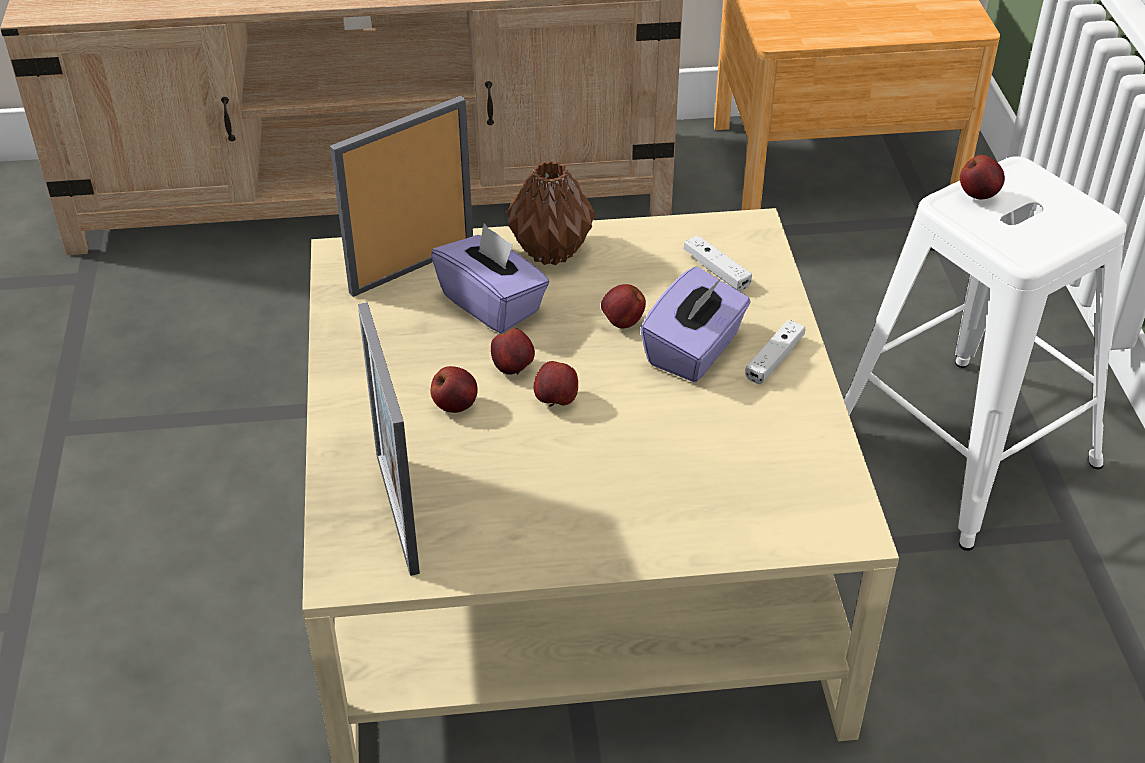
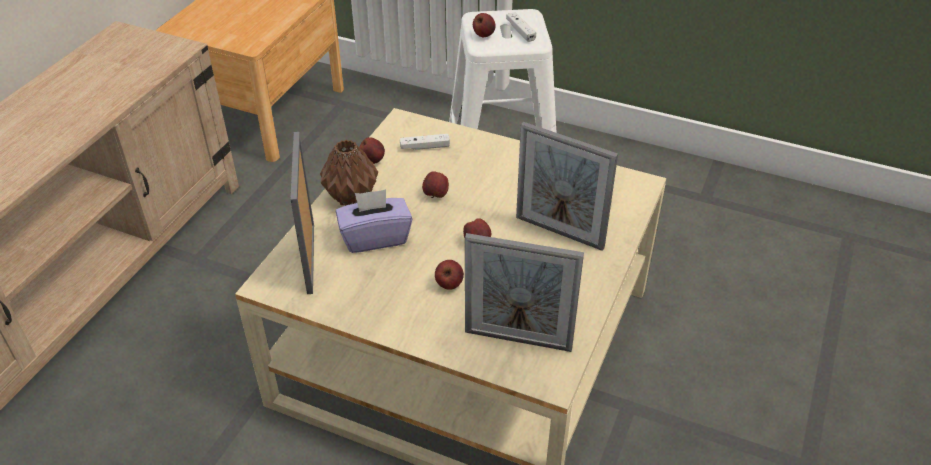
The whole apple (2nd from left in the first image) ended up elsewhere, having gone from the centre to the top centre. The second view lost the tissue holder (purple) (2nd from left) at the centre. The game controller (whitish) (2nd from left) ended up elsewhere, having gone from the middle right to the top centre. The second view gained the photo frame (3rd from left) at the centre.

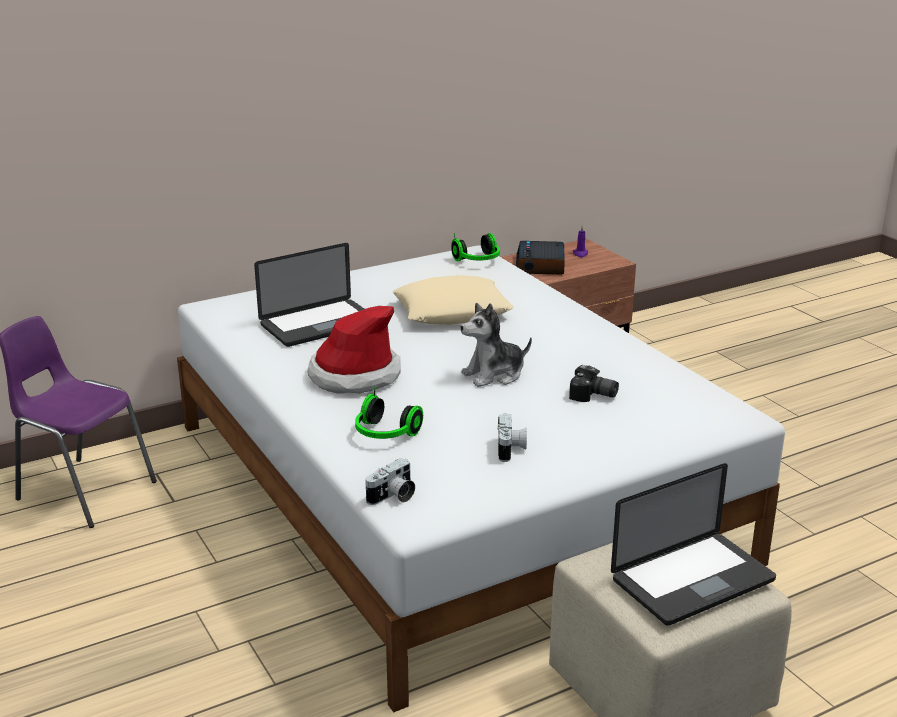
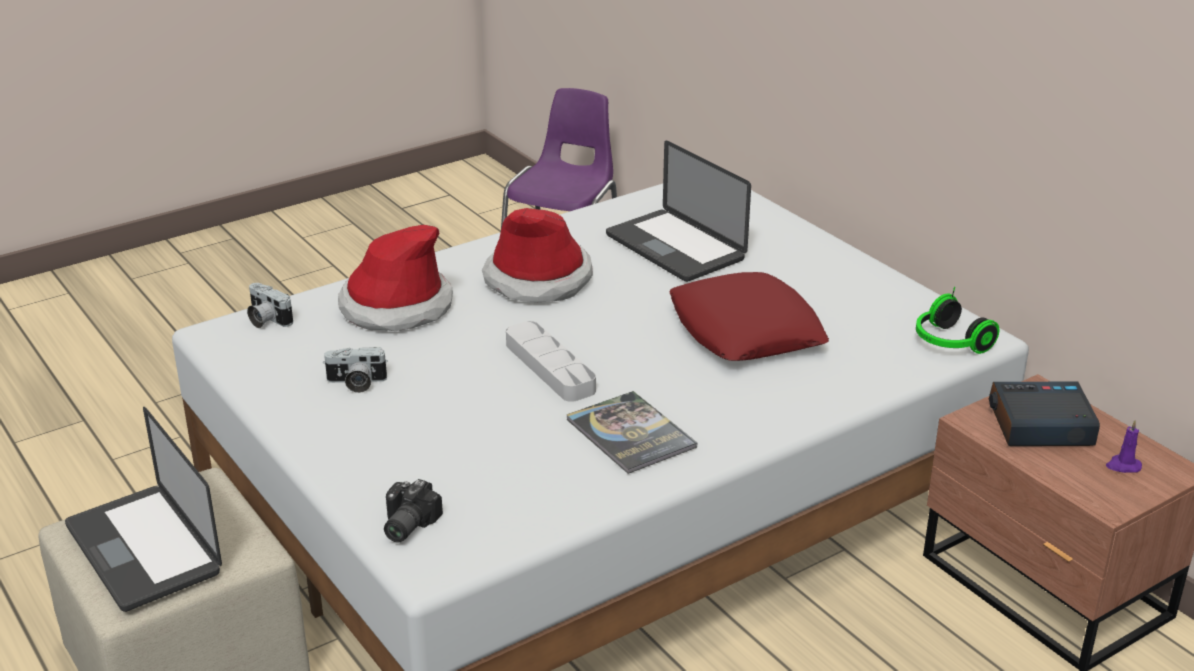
Where the pair of headphones (1st from left) stood at the centre, the hat (1st from left) came to stand at the middle left. What was the pillow (sand-coloured) at the centre turned into the pillow (reddish) at the centre. Where the soft toy stood at the centre, the carrying tray (grey) came to stand at the centre. The still camera (3rd from left) ended up elsewhere, having gone from the centre to the bottom centre. The second view gained the volume at the centre.

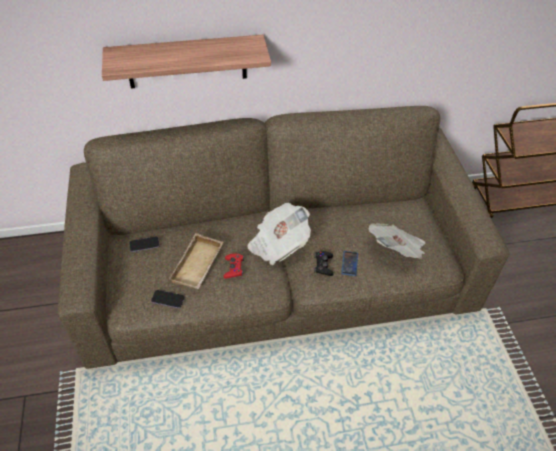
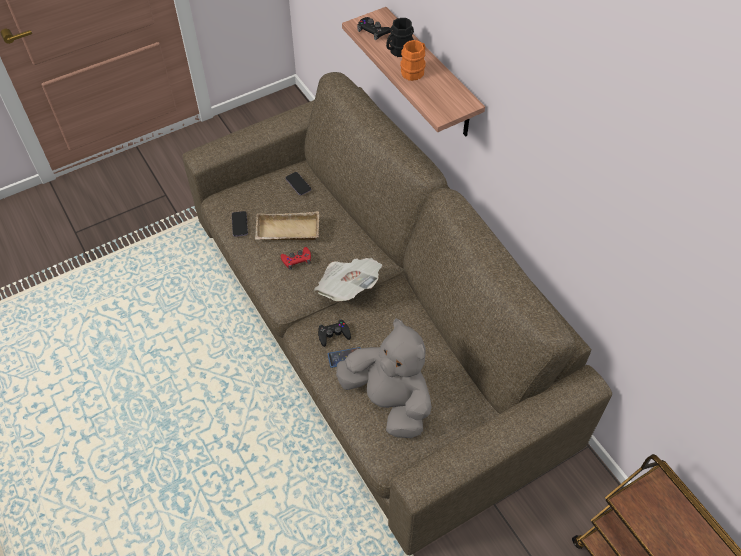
Where the daily paper (2nd from left) stood at the middle right, the soft toy (grey) came to stand at the bottom centre. The second view gained the game controller (blackish) (2nd from left) at the top centre. The second view gained the coffee mug (blackish) at the top centre. The second view gained the coffee mug (orange-coloured) at the top centre.

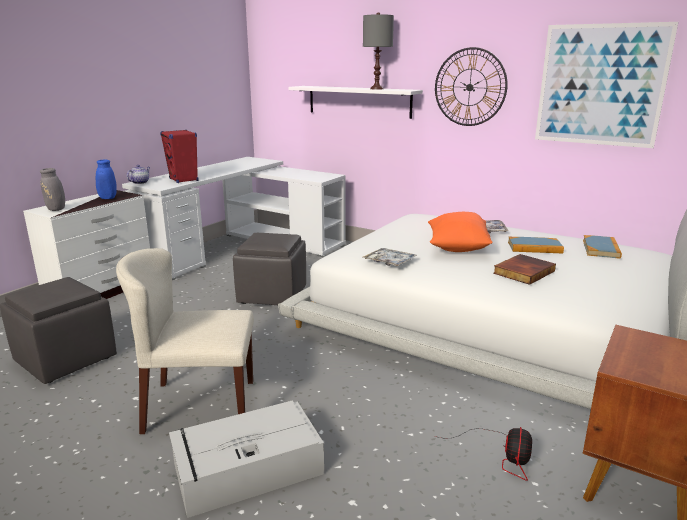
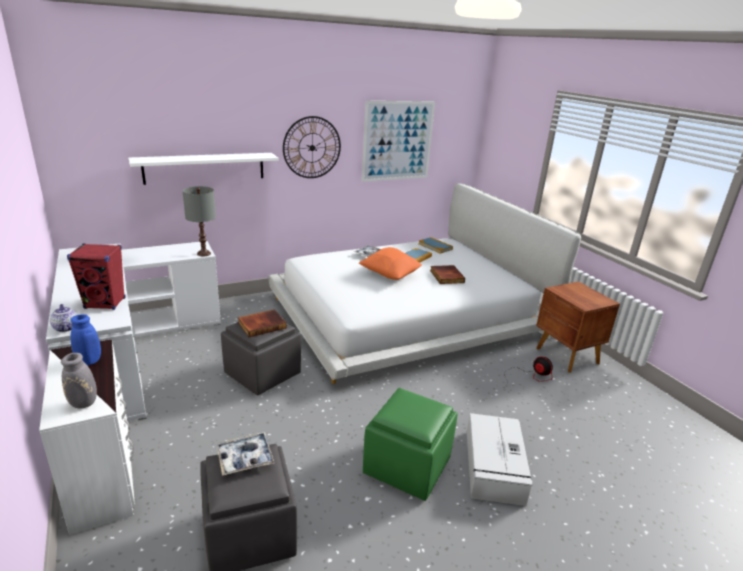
Where the chair (sand-coloured) stood at the middle left, the ottoman (green) came to stand at the bottom centre. The table lamp (grey) ended up elsewhere, having gone from the top centre to the middle left. The carrying tray (1st from left) ended up elsewhere, having gone from the centre to the bottom left. The second view gained the volume (1st from left) at the centre.

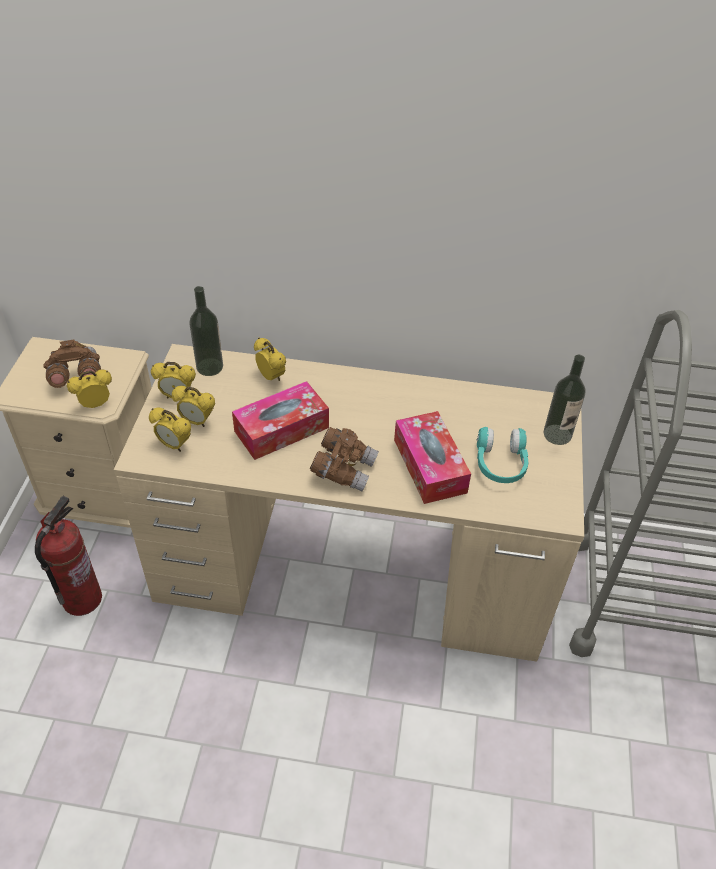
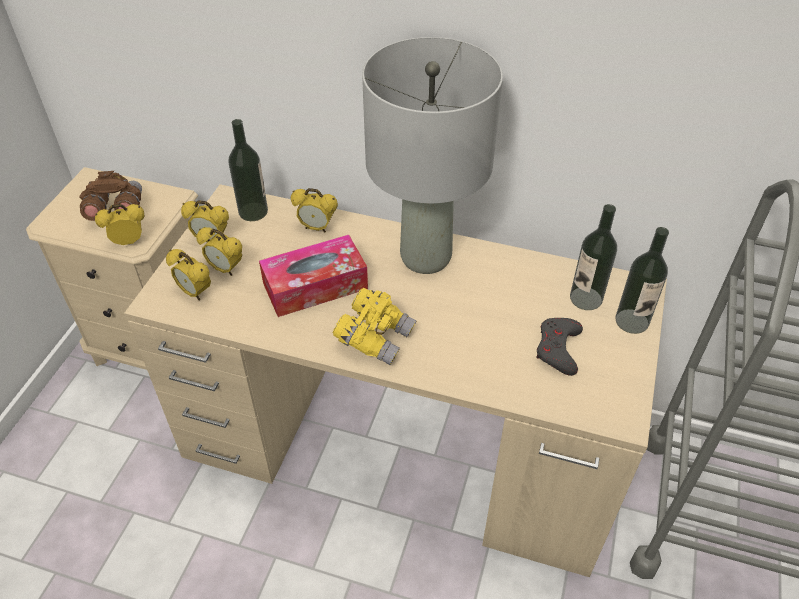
The second view lost the extinguisher at the middle left. The bedside clock (5th from left) at the centre ended up facing another way, 135 degrees clockwise from before. What was the pair of binoculars (brown) (2nd from left) at the centre turned into the pair of binoculars (yellow) at the centre. The second view lost the tissue holder (2nd from left) at the centre. Where the pair of headphones (blue-green) stood at the middle right, the game controller (grey) came to stand at the middle right. The second view gained the table lamp (grey) at the top centre. The second view gained the beverage bottle (2nd from left) at the middle right.

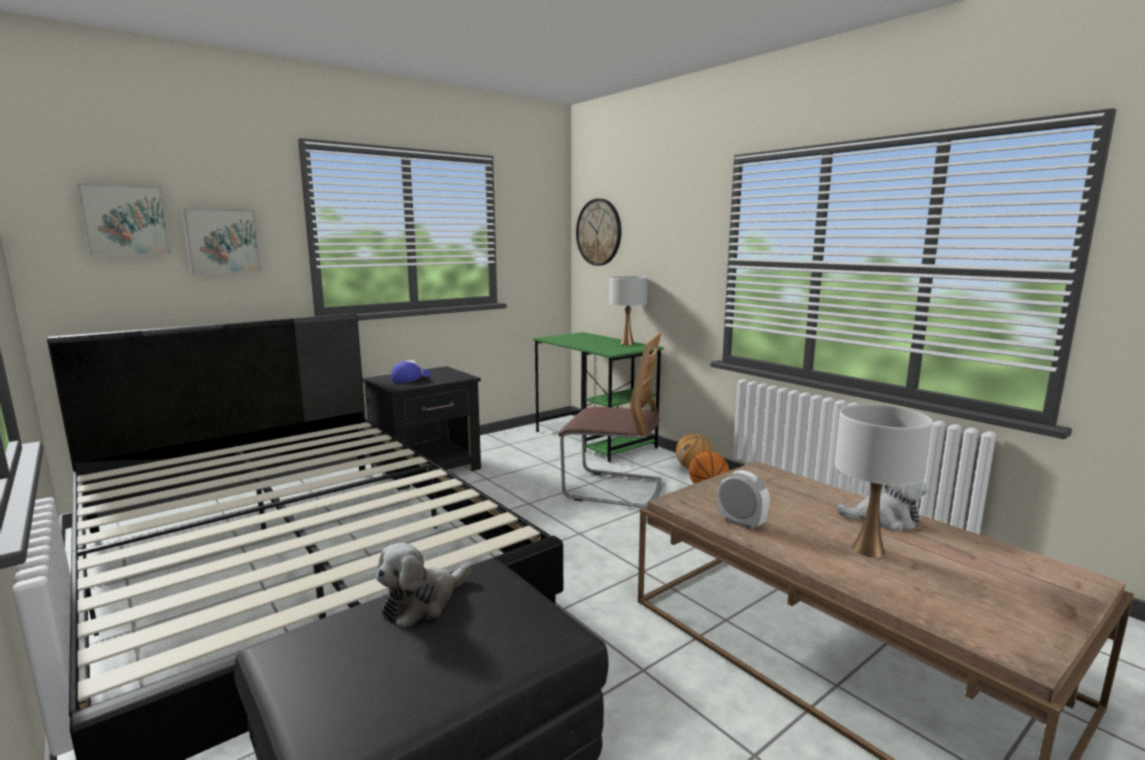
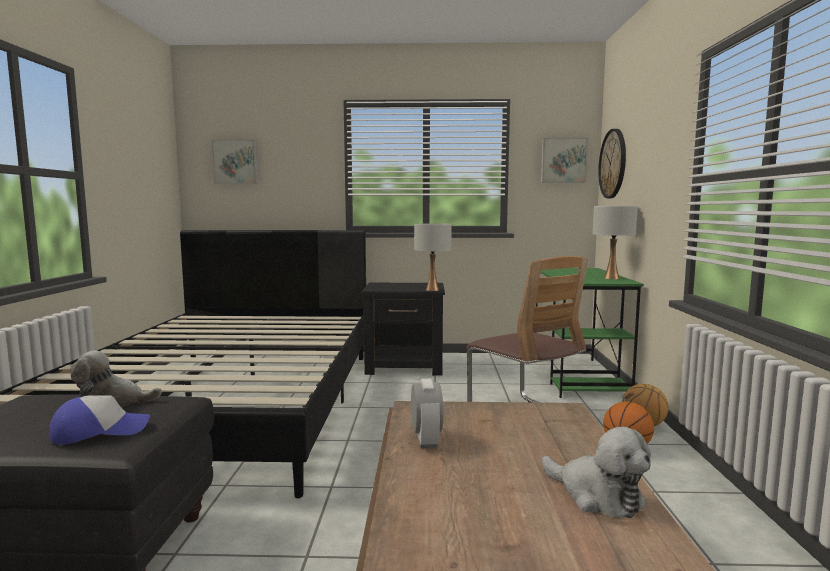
The wall art (2nd from left) ended up elsewhere, having gone from the top left to the top right. The cap ended up elsewhere, having gone from the centre to the bottom left. The table lamp (whitish) (2nd from left in the first image) ended up elsewhere, having gone from the middle right to the centre.

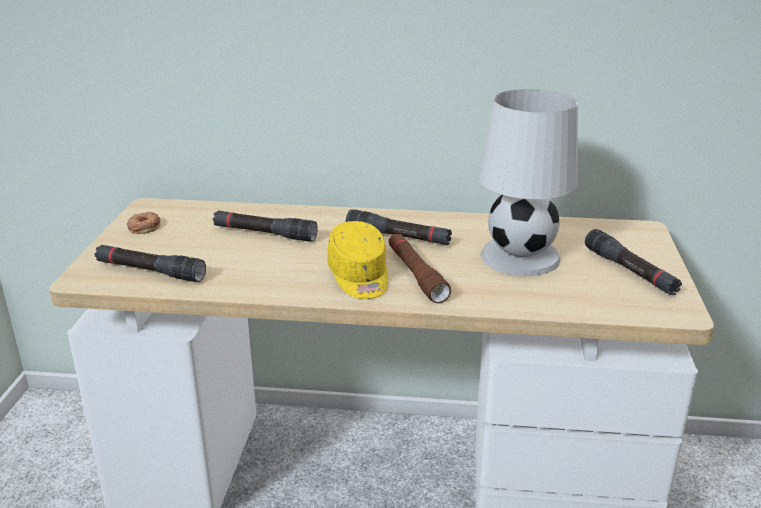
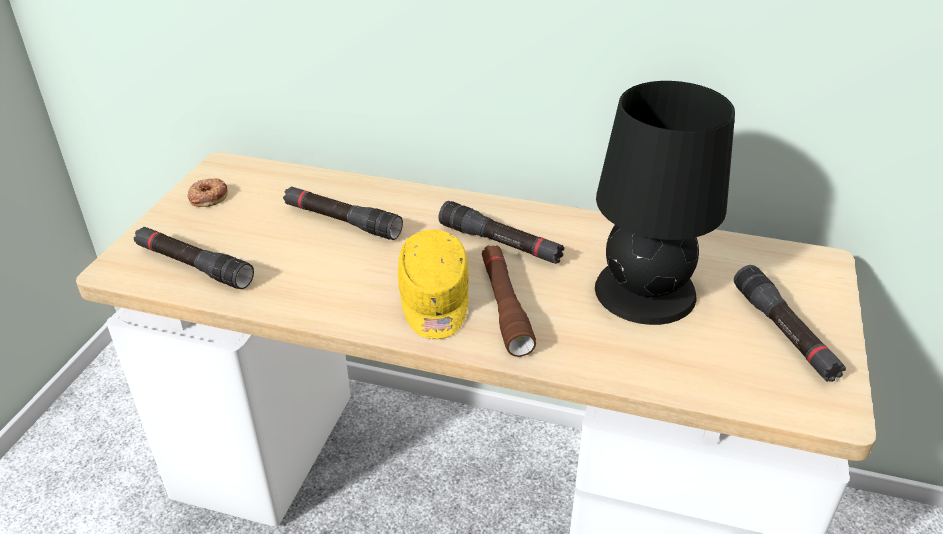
What was the table lamp (whitish) at the middle right turned into the table lamp (blackish) at the middle right.

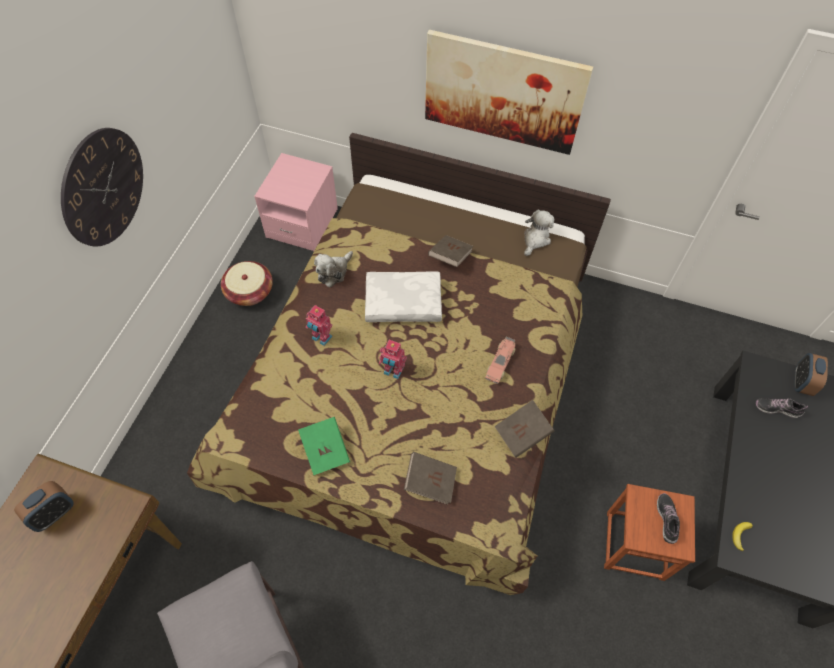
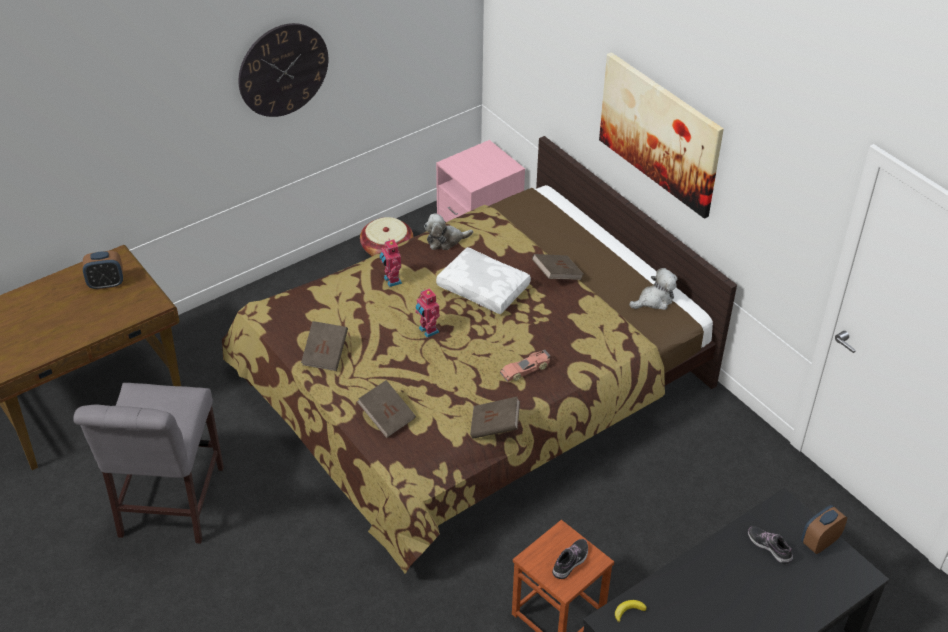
What was the volume (green) at the bottom centre turned into the volume (brown) (1st from left) at the centre.

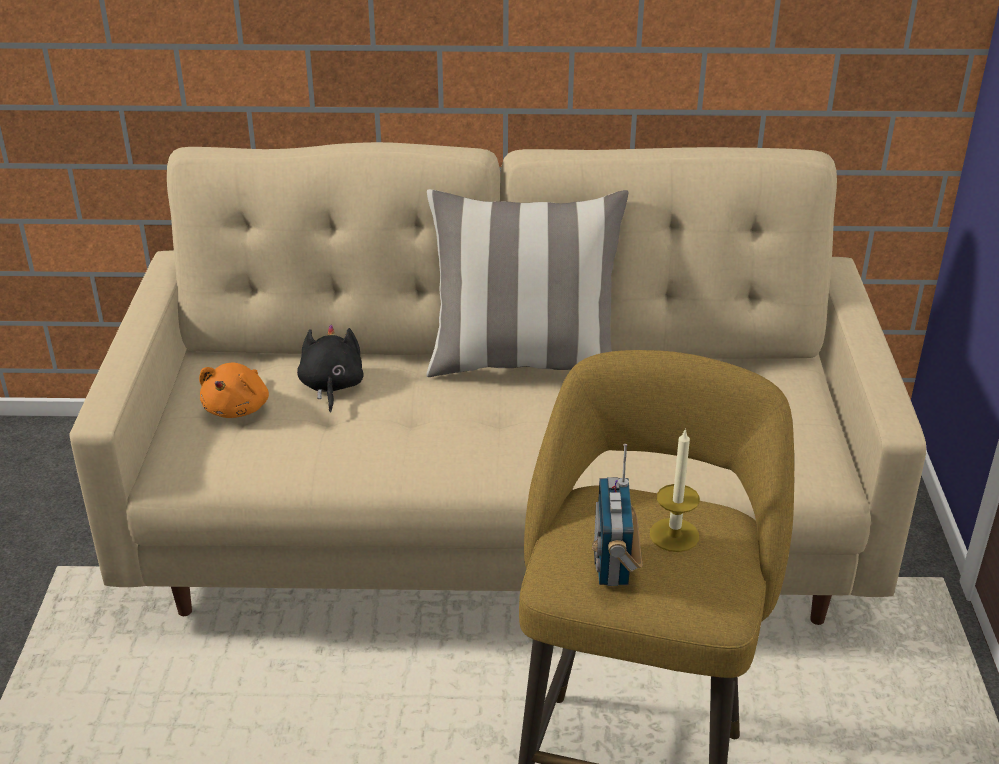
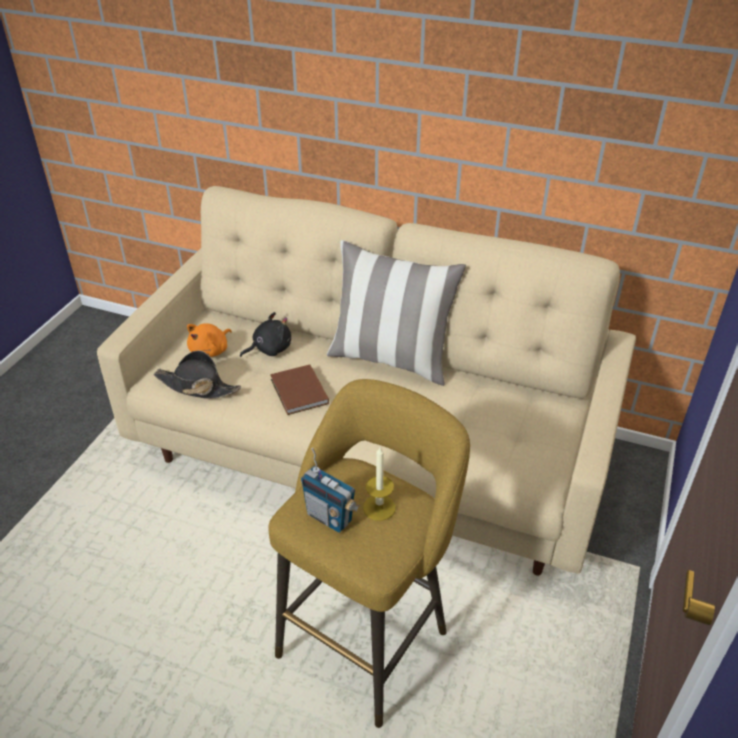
The soft toy (blackish) at the middle left ended up facing another way, 45 degrees clockwise from before. The radio receiver at the bottom centre ended up facing another way, 75 degrees counterclockwise from before. The second view gained the hat (blackish) at the middle left. The second view gained the volume (brown) at the centre.

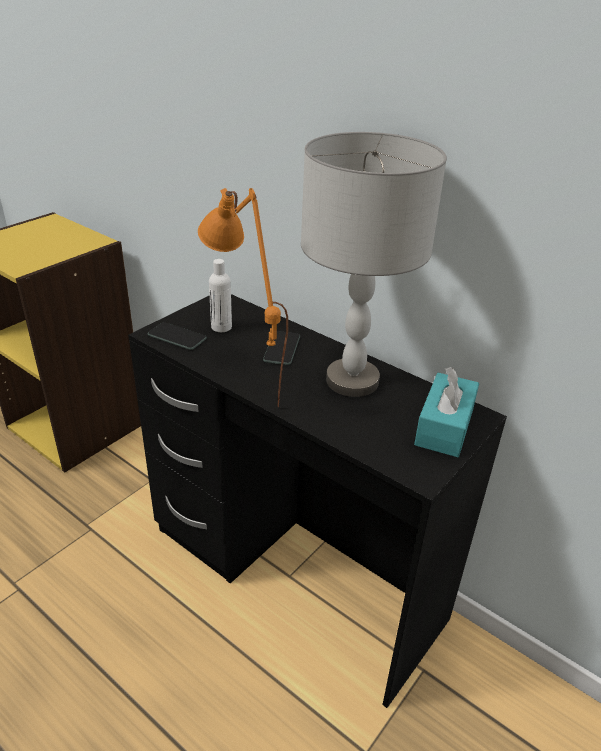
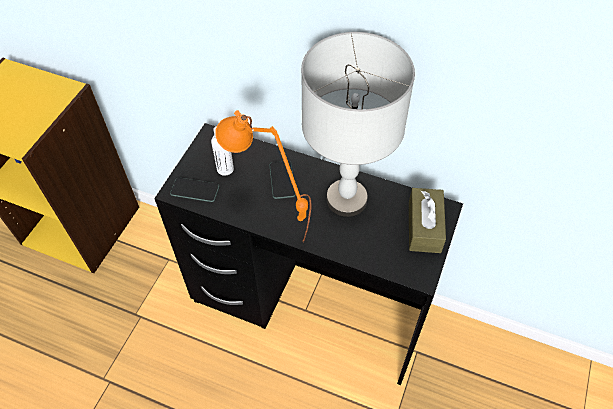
What was the tissue holder (blue-green) at the middle right turned into the tissue holder (brown) at the middle right.

